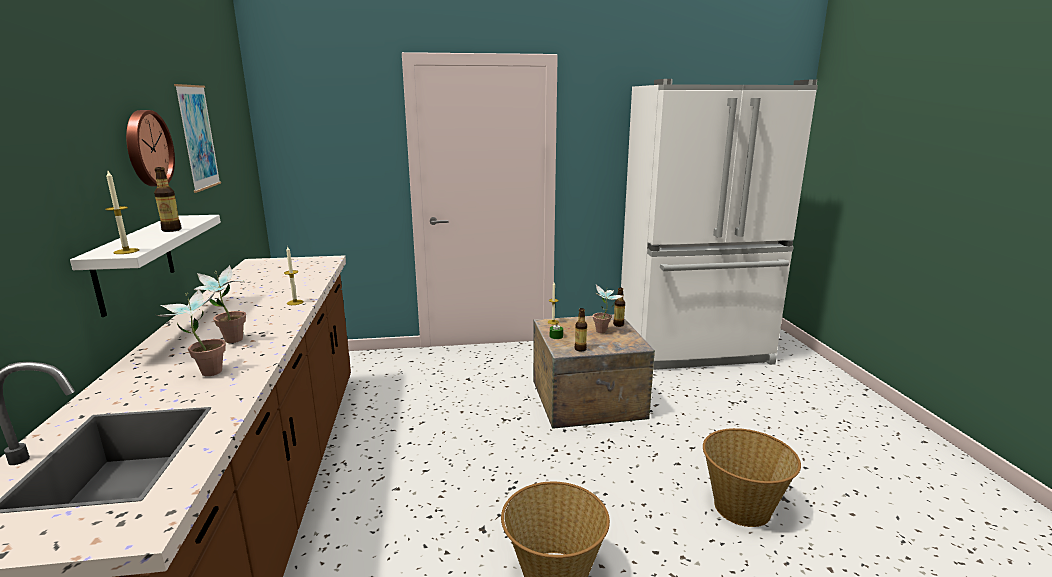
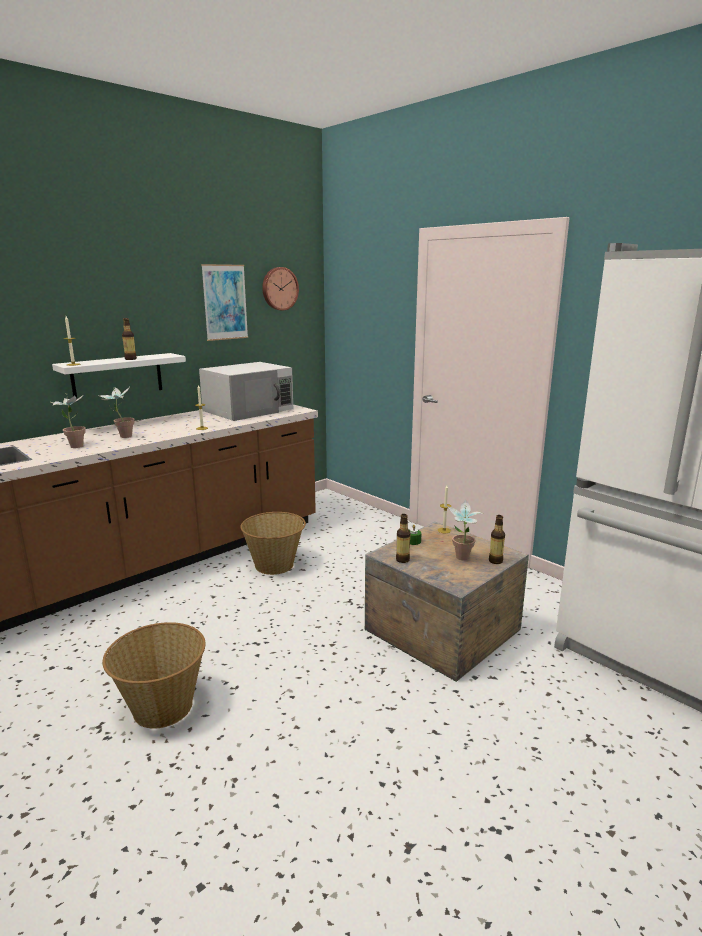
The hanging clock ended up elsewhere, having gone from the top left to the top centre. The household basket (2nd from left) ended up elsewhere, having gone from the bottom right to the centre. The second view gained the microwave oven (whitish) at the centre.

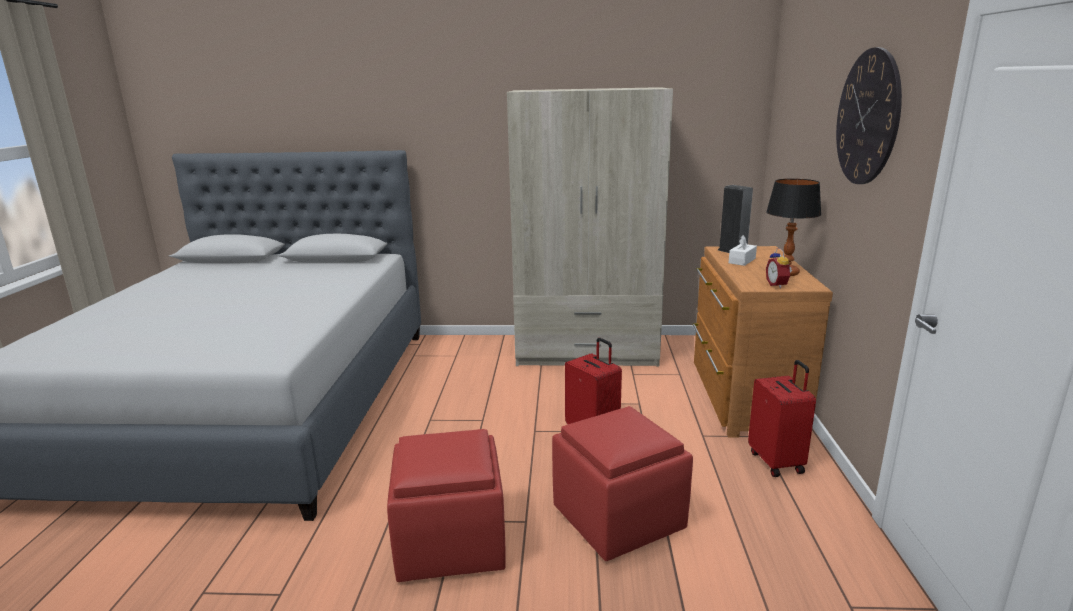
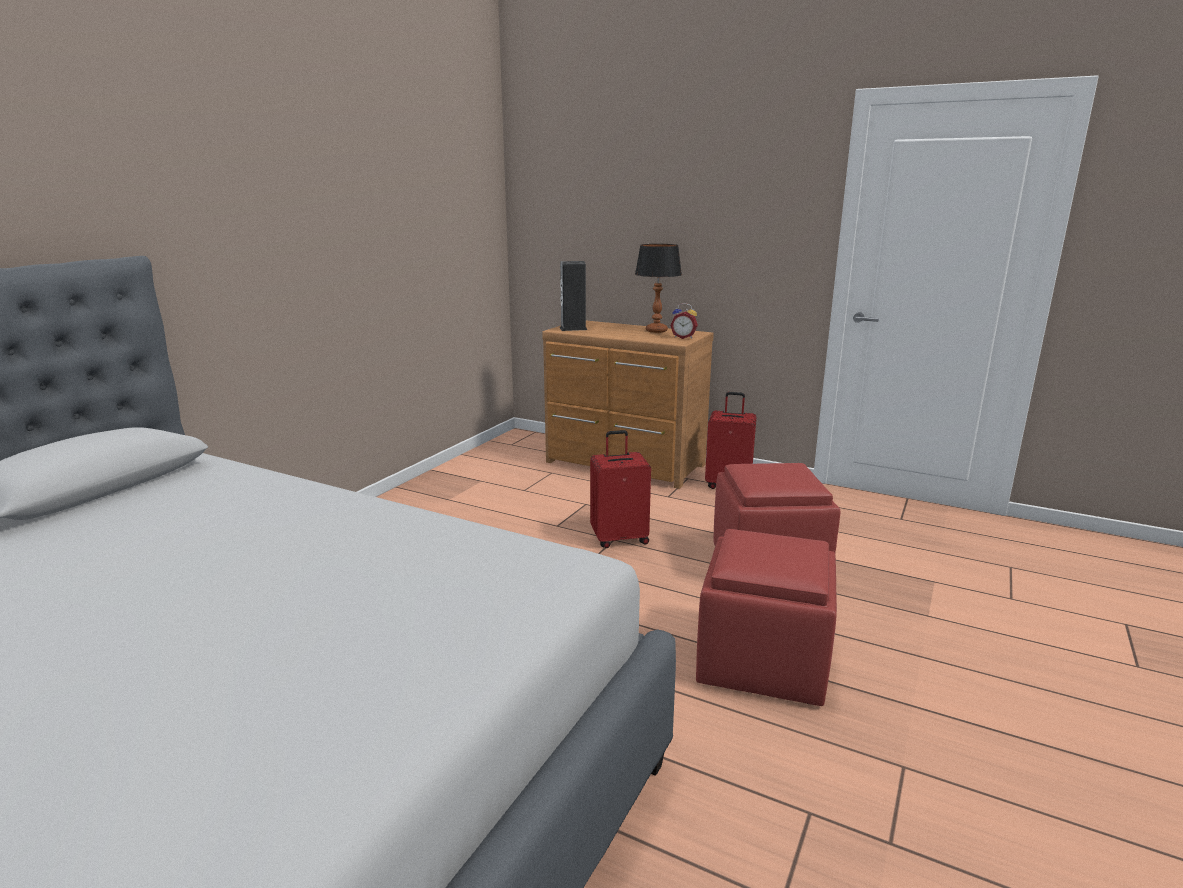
The second view lost the clothes cupboard (sand-coloured) at the centre. The second view lost the tissue holder (whitish) at the middle right. The second view lost the hanging clock at the top right.

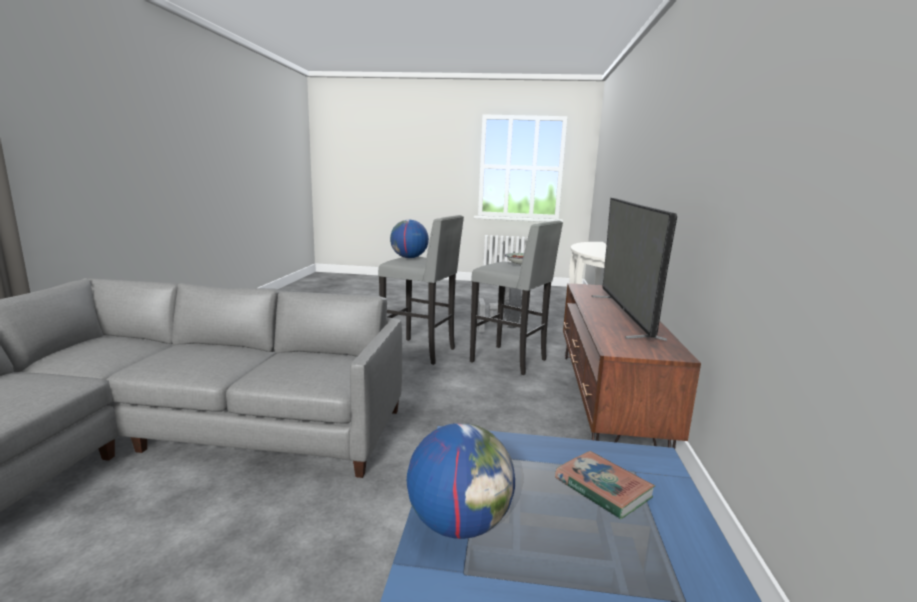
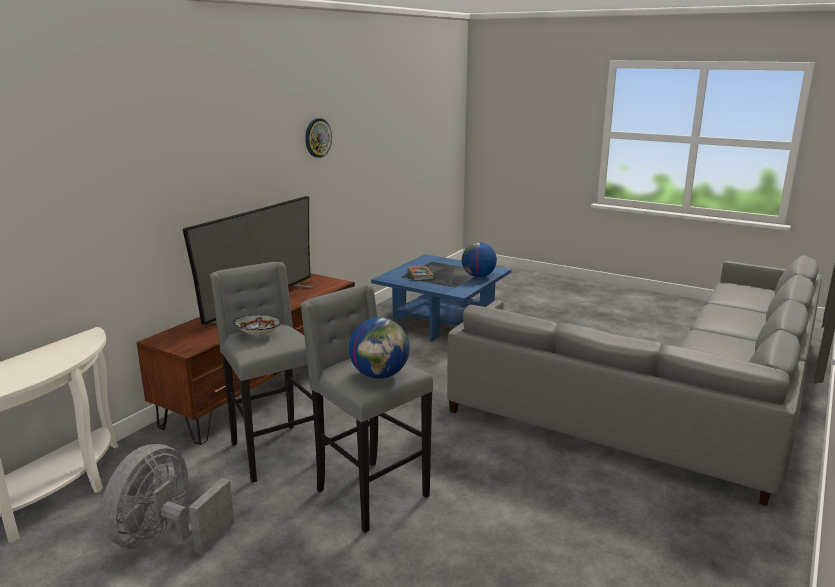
The second view gained the hanging clock at the top centre.

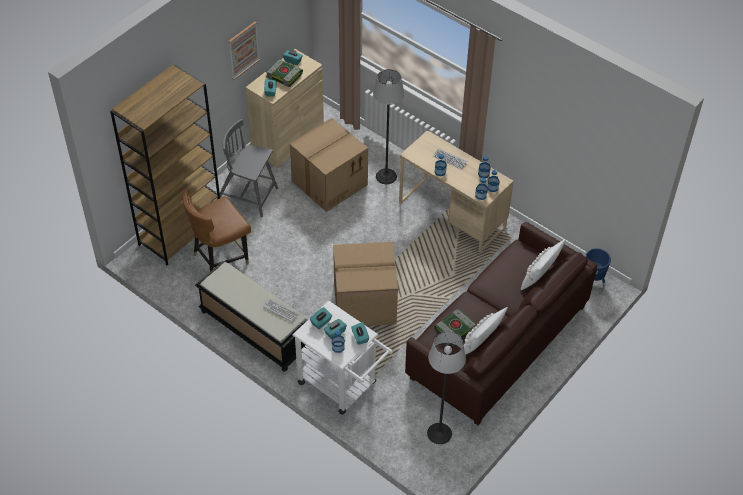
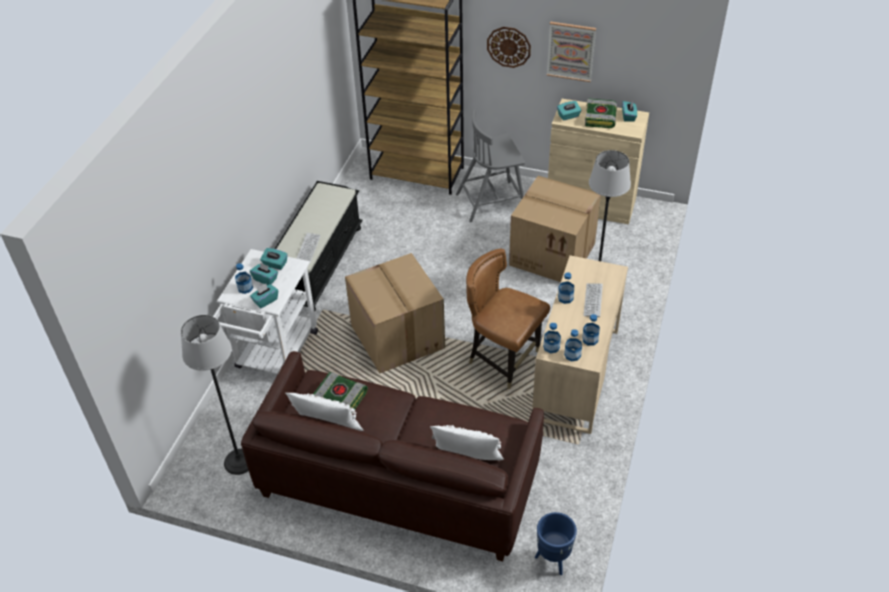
The chair (brown) ended up elsewhere, having gone from the middle left to the centre. The chair (grey) at the middle left ended up facing another way, 105 degrees counterclockwise from before. The second view gained the hanging clock at the top centre.

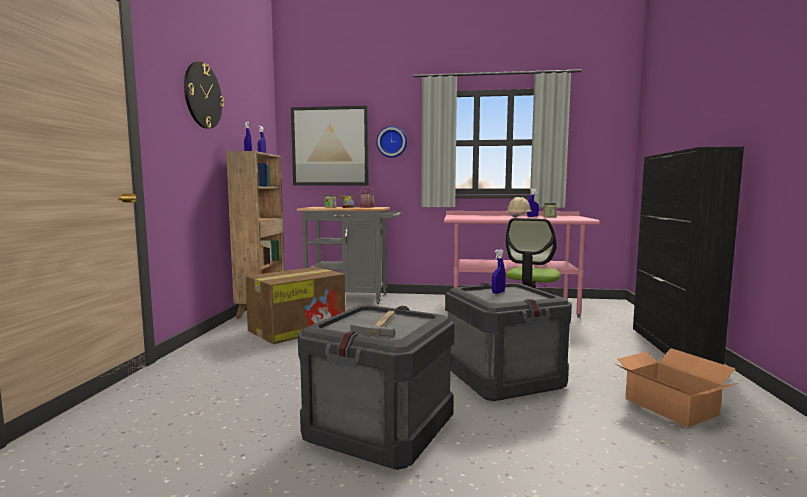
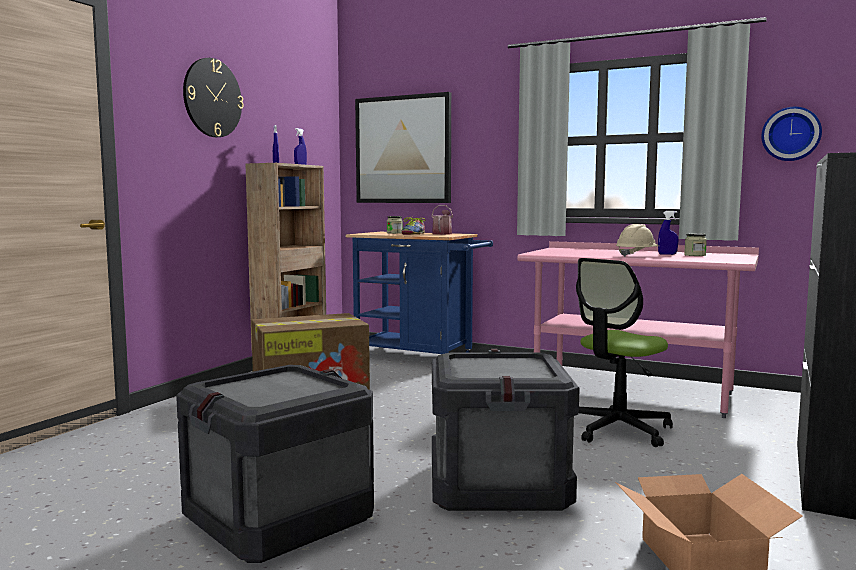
What was the wheeled cart (grey) at the centre turned into the wheeled cart (bluish) at the centre. The second view lost the tool hammer at the centre. The hanging clock (2nd from left) ended up elsewhere, having gone from the top centre to the top right. The second view lost the spray bottle (bluish) (3rd from left) at the centre.

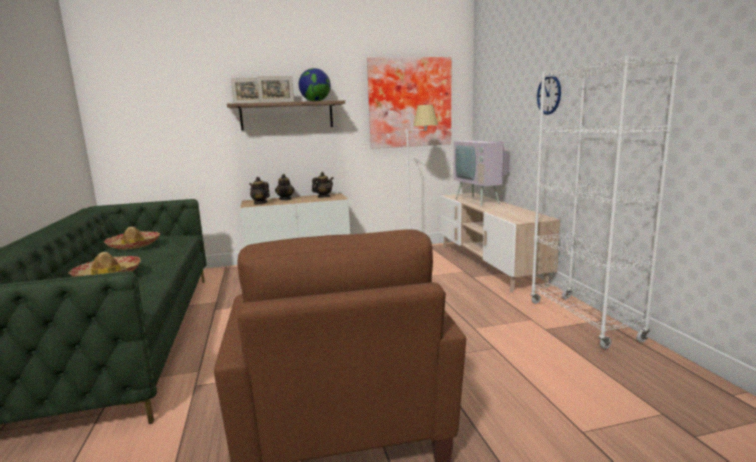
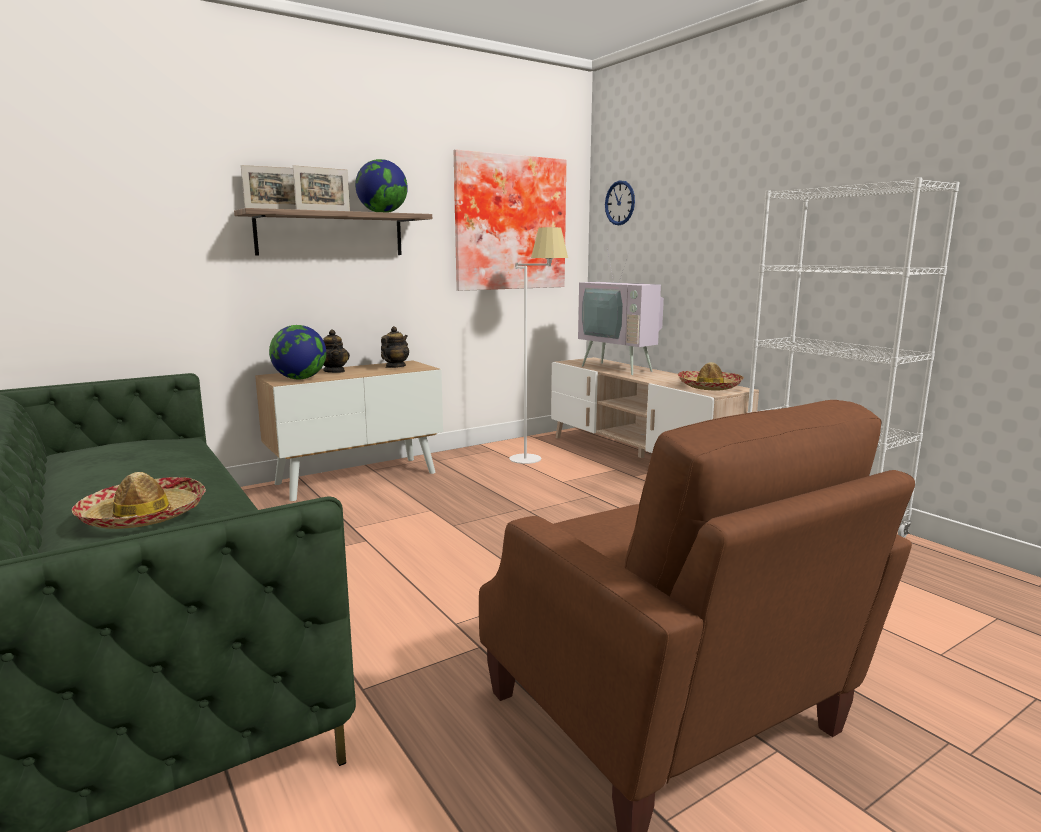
The hat (2nd from left) ended up elsewhere, having gone from the middle left to the middle right. Where the teapot (1st from left) stood at the centre, the world globe (1st from left) came to stand at the middle left. The hanging clock ended up elsewhere, having gone from the top right to the top centre.

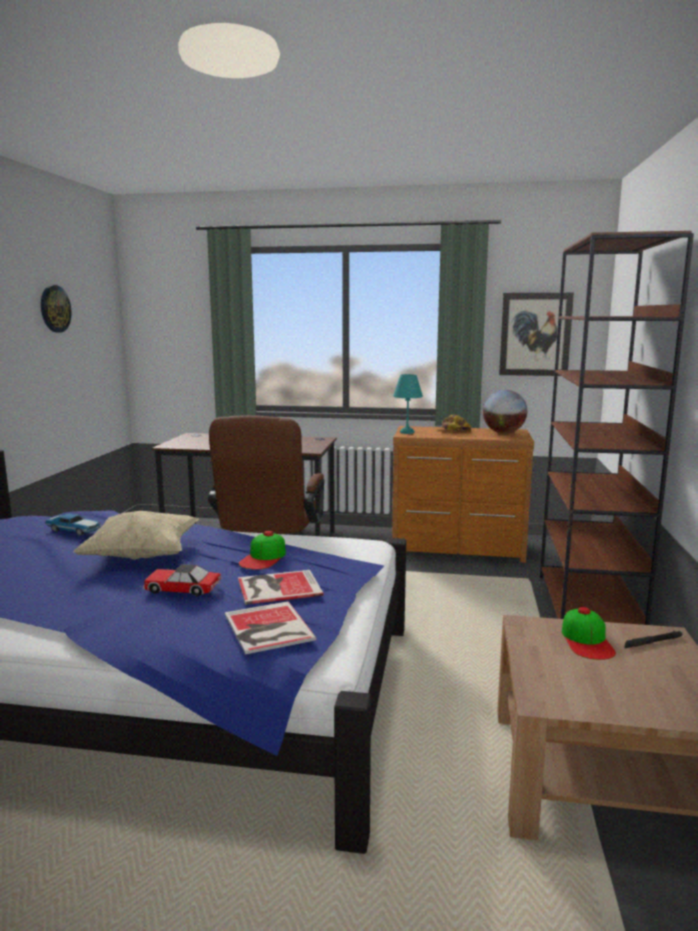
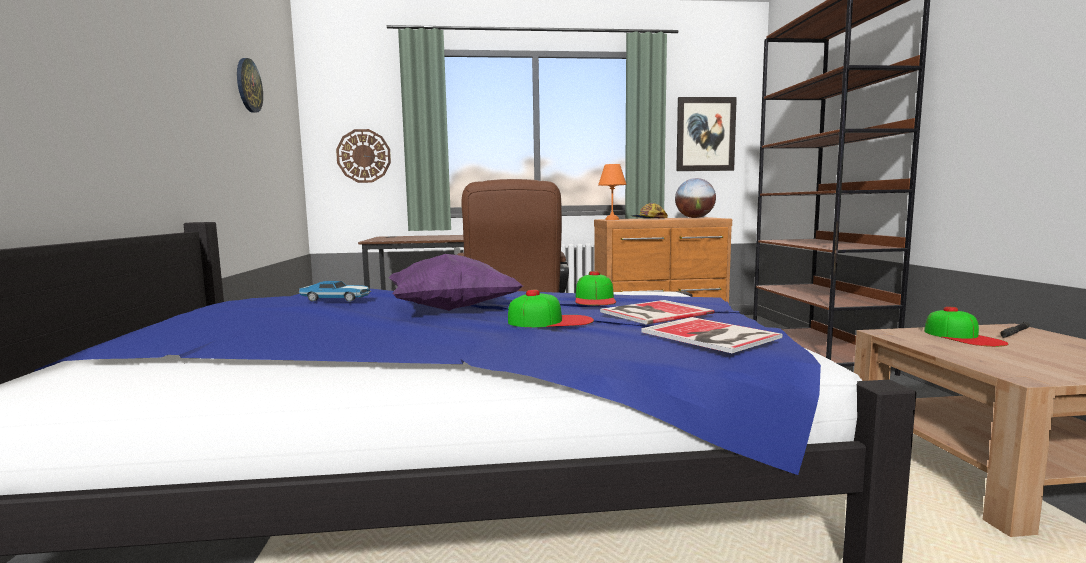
What was the pillow (sand-coloured) at the middle left turned into the pillow (purple) at the centre. Where the toy car (2nd from left) stood at the middle left, the cap (1st from left) came to stand at the centre. What was the table lamp (blue-green) at the centre turned into the table lamp (orange-coloured) at the centre. The second view gained the hanging clock (2nd from left) at the top centre.

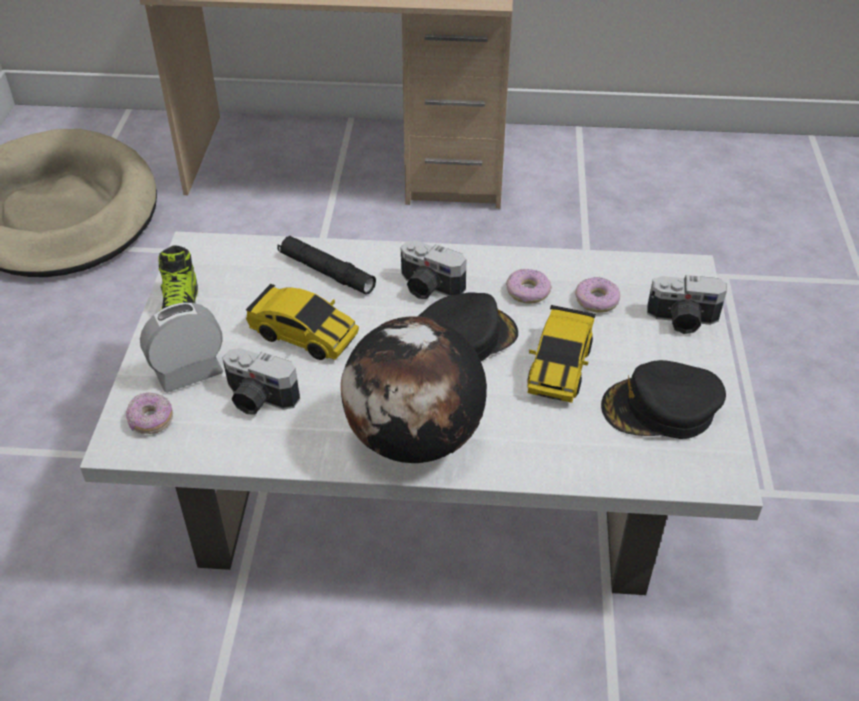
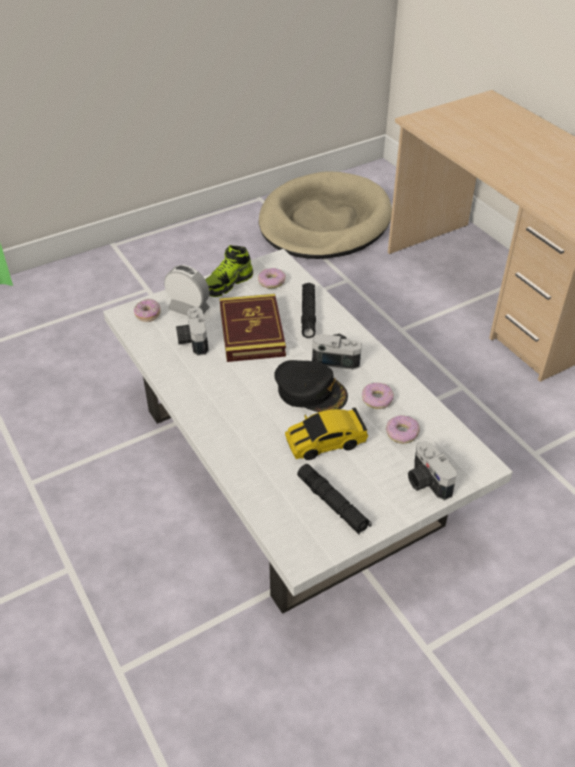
Where the toy car (1st from left) stood at the centre, the volume came to stand at the centre. The second view lost the world globe at the centre. The still camera (2nd from left) at the centre ended up facing another way, 105 degrees clockwise from before. Where the cap (blackish) (2nd from left) stood at the middle right, the hand torch (blackish) (2nd from left) came to stand at the centre. The second view gained the donut (2nd from left) at the centre.

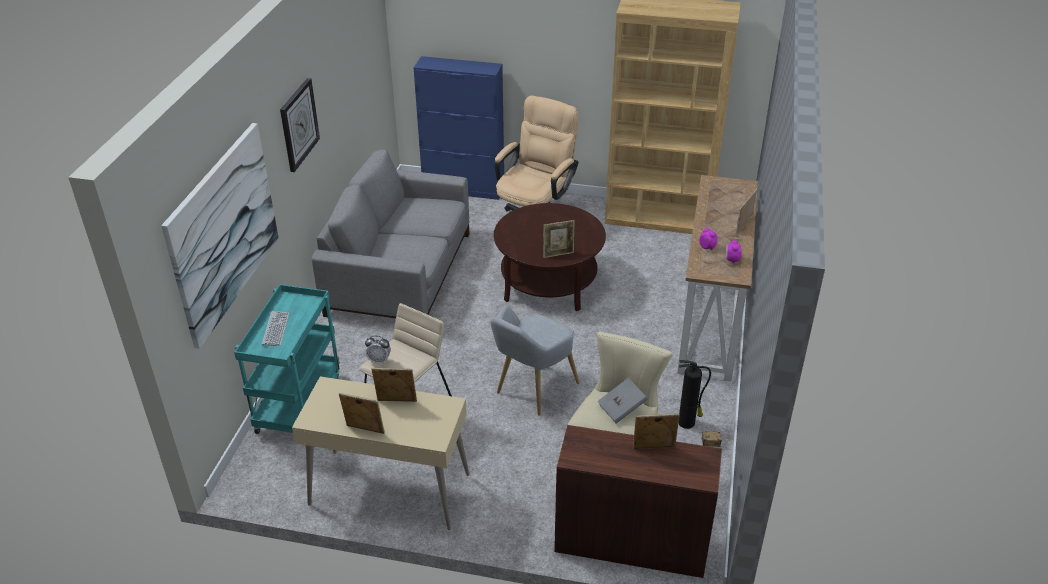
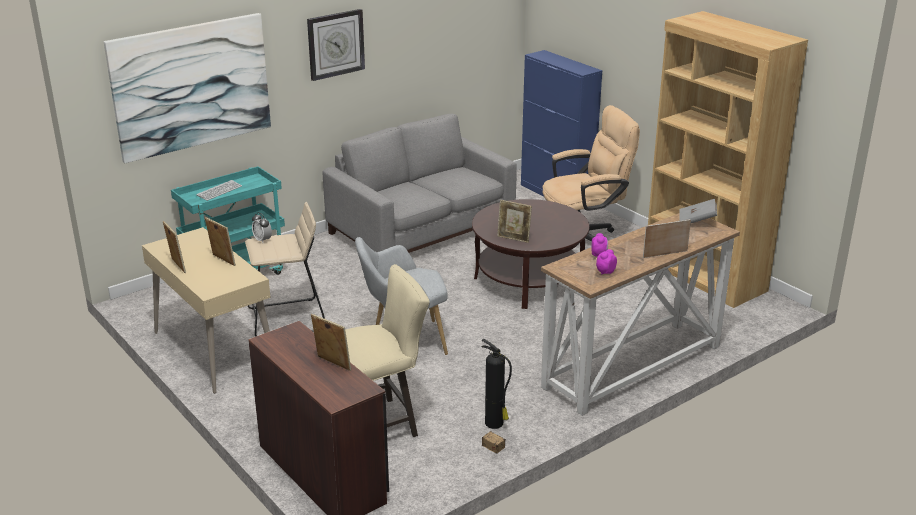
The volume (grey) ended up elsewhere, having gone from the bottom centre to the middle right.

